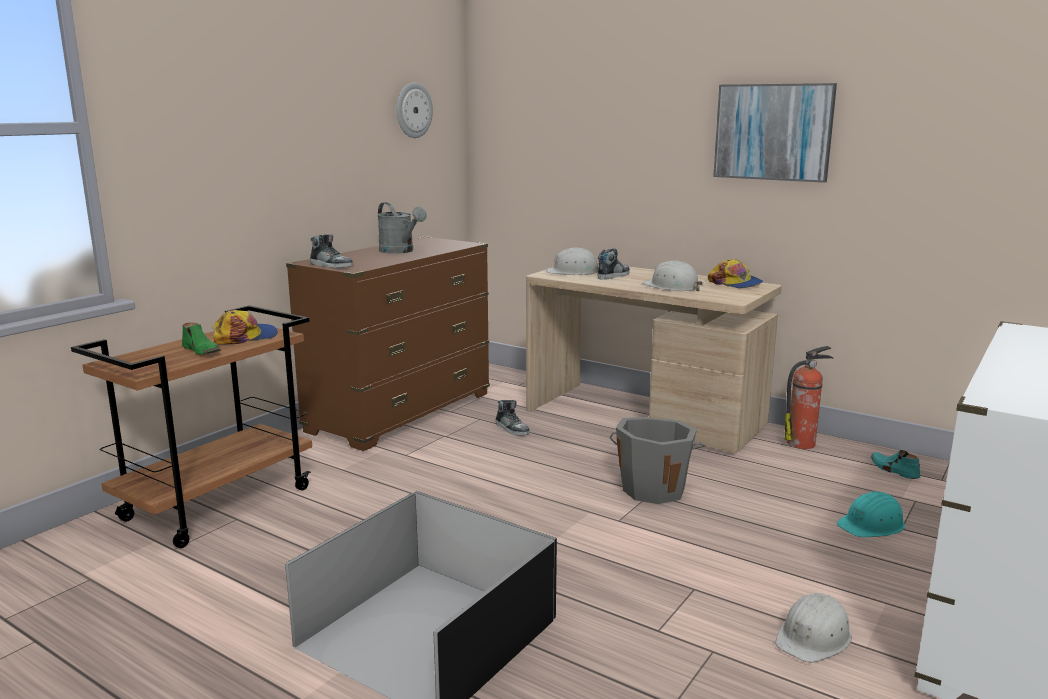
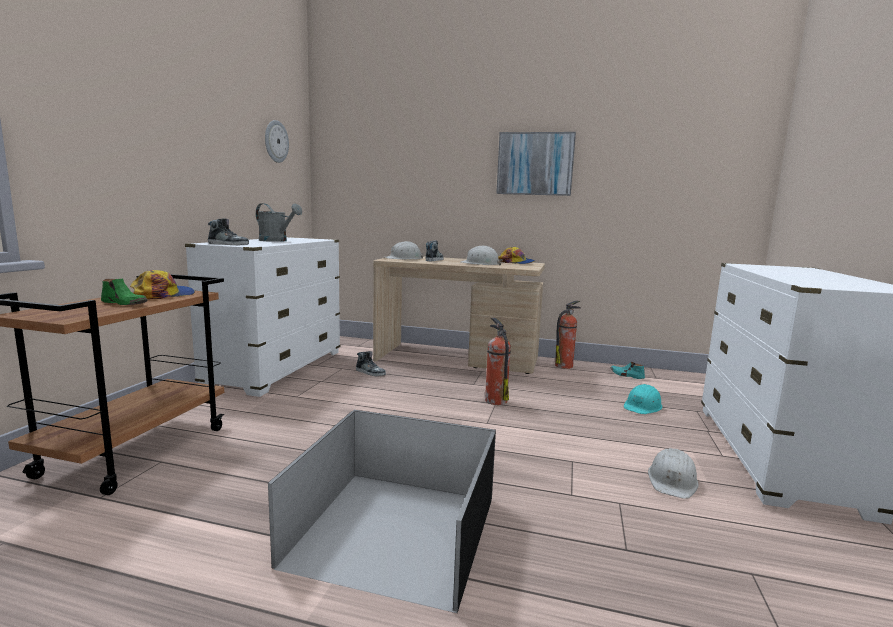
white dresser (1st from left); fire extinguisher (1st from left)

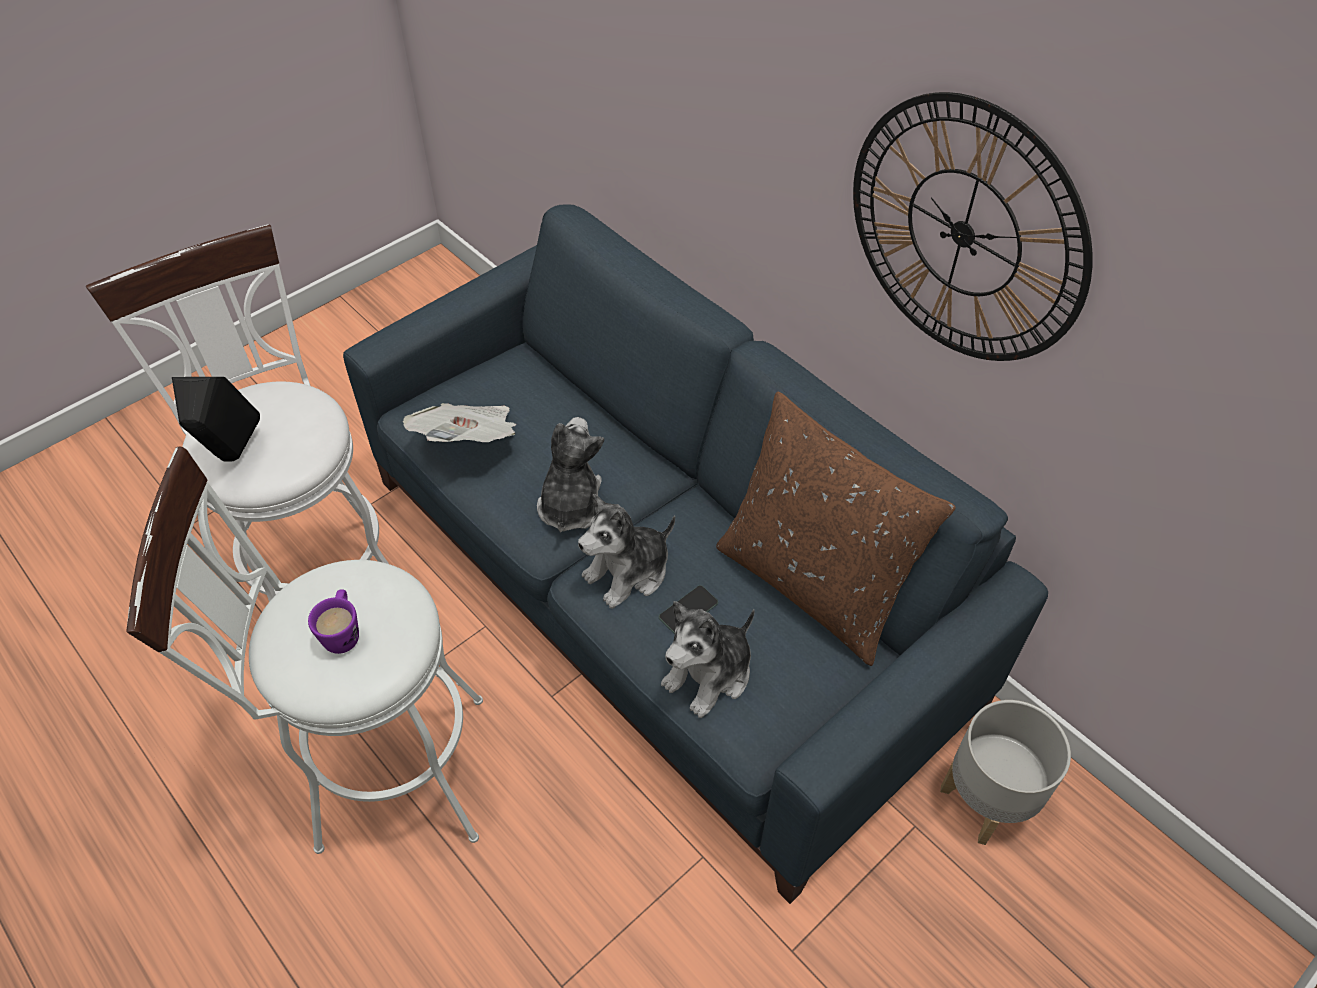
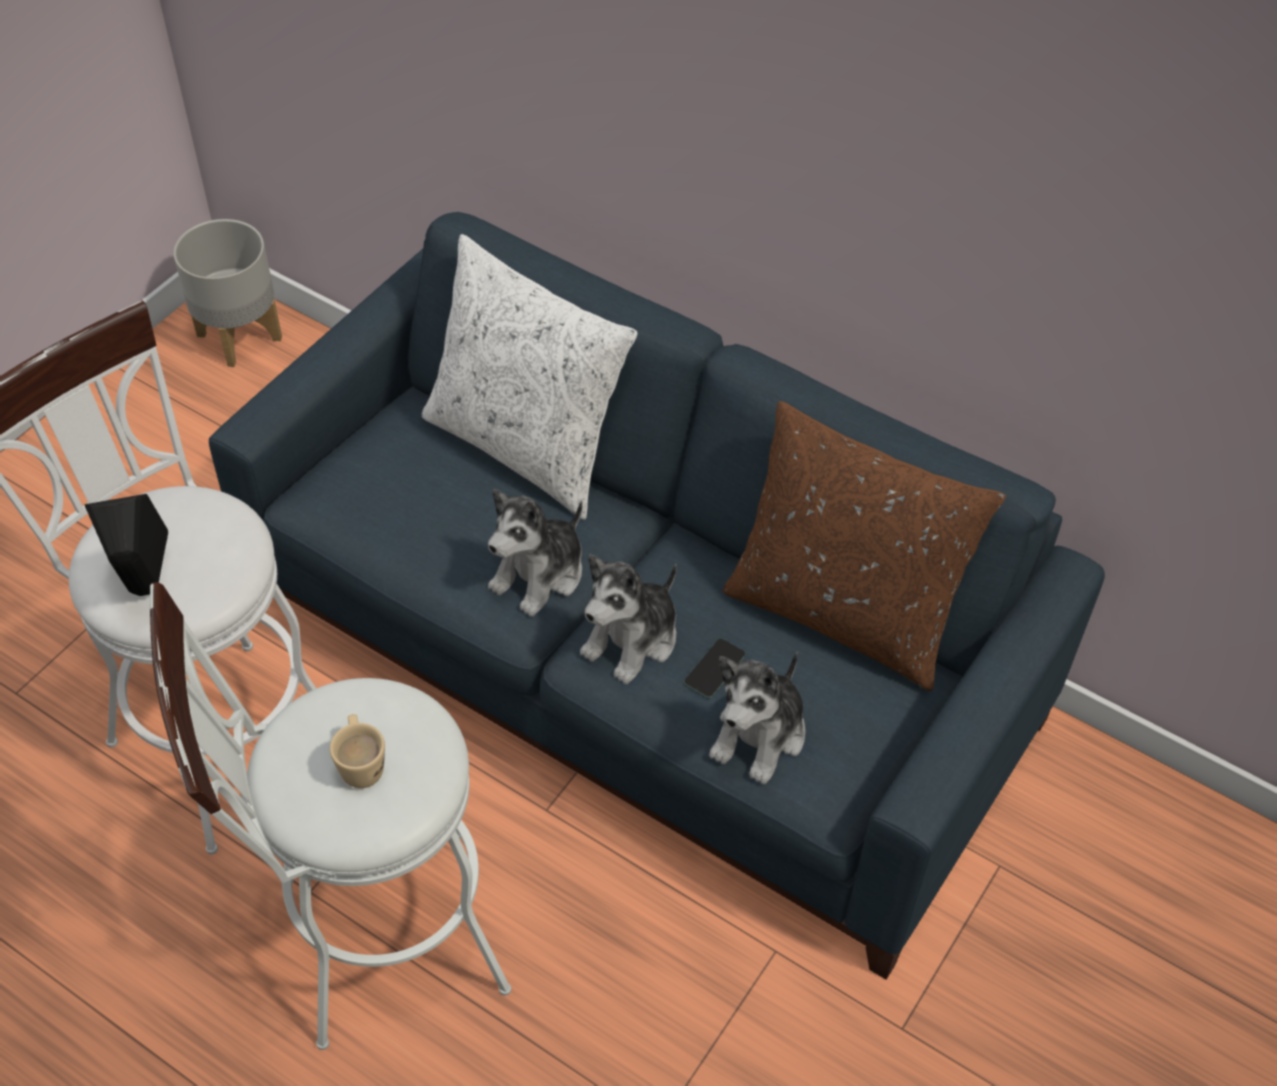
grey planter; beige mug; white pillow; plush toy (1st from left); newspaper; wall clock

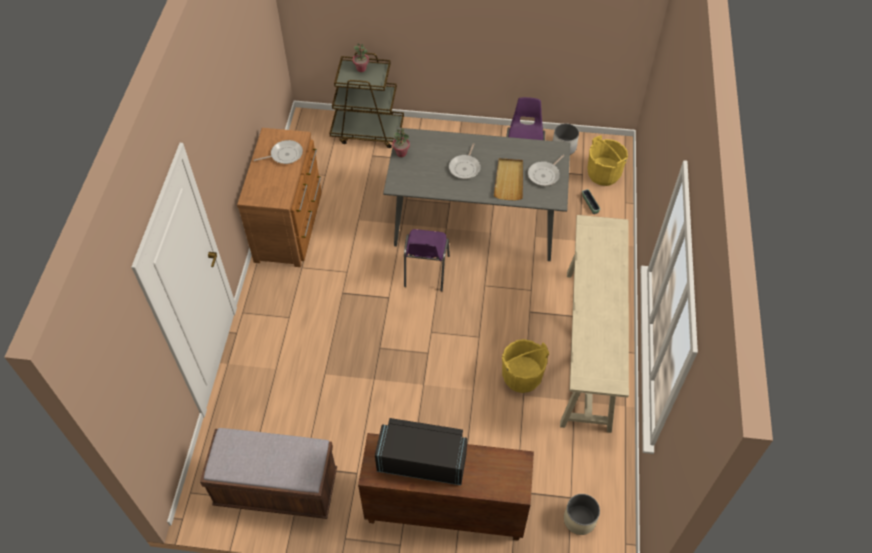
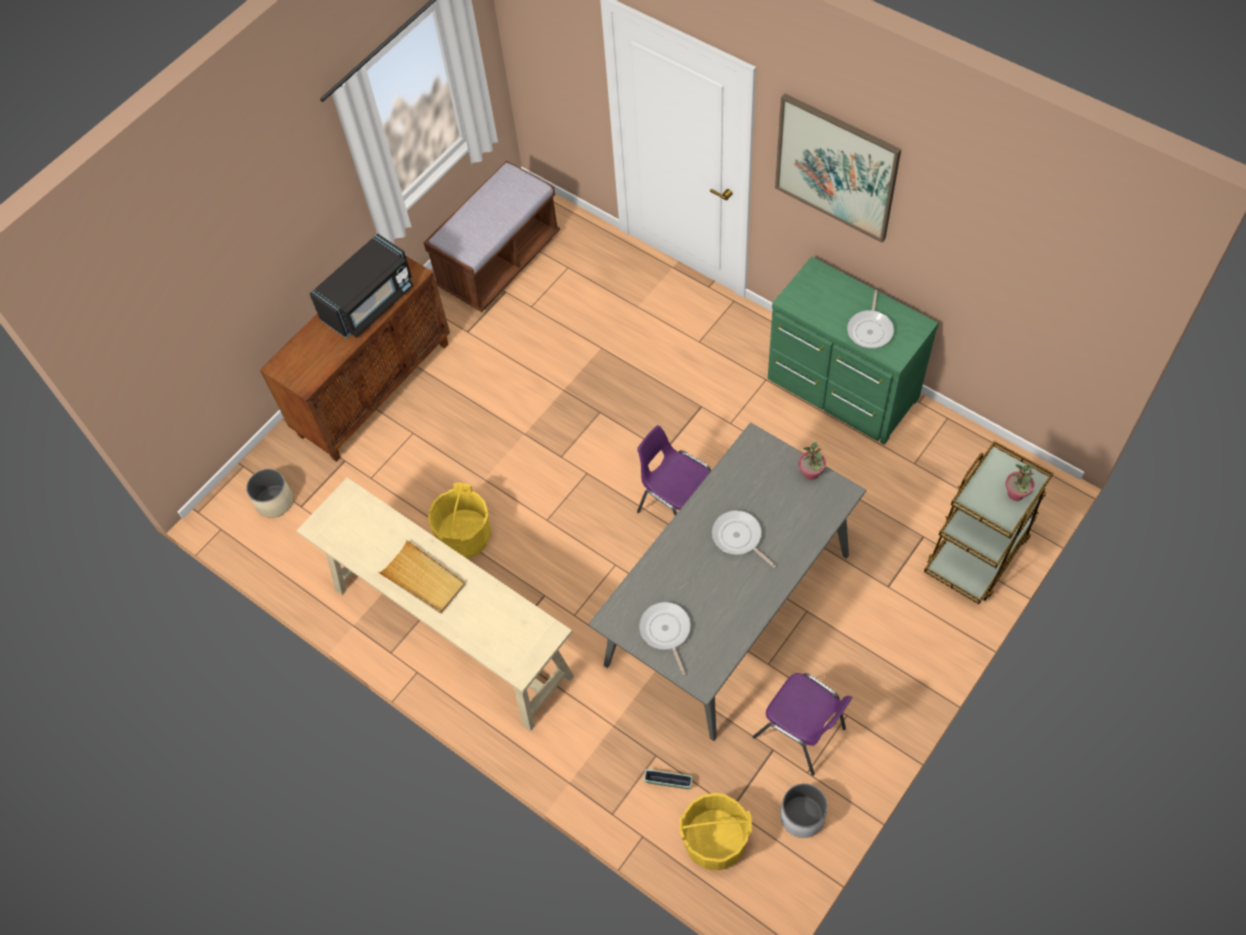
beige tray; green dresser; picture

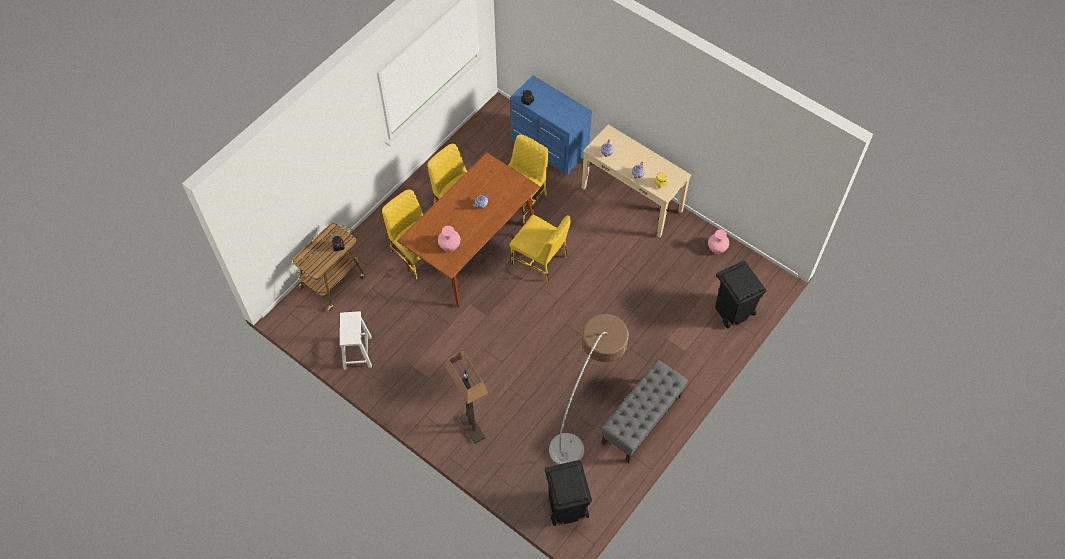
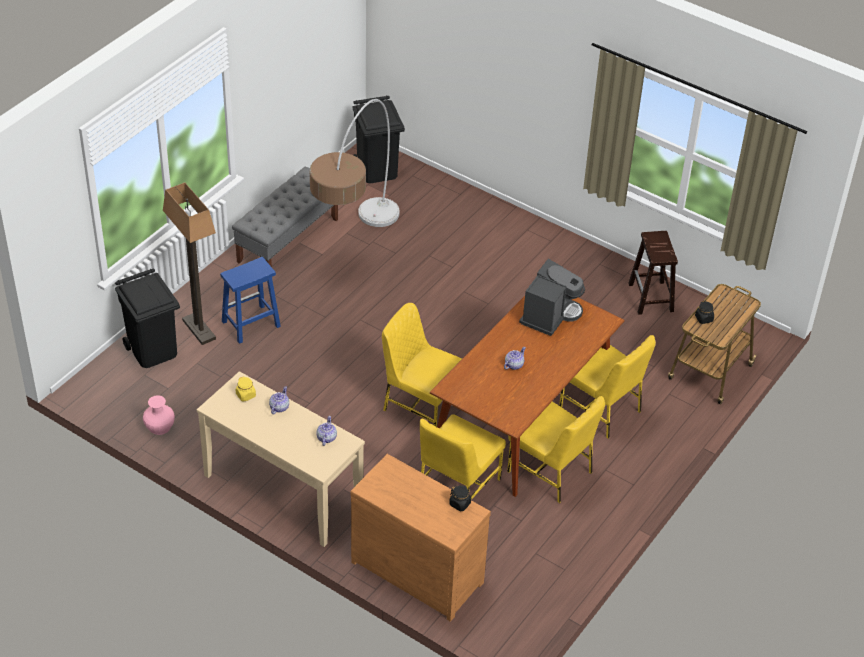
floor lamp (1st from left); blue stool; brown dresser; coffee machine; brown stool

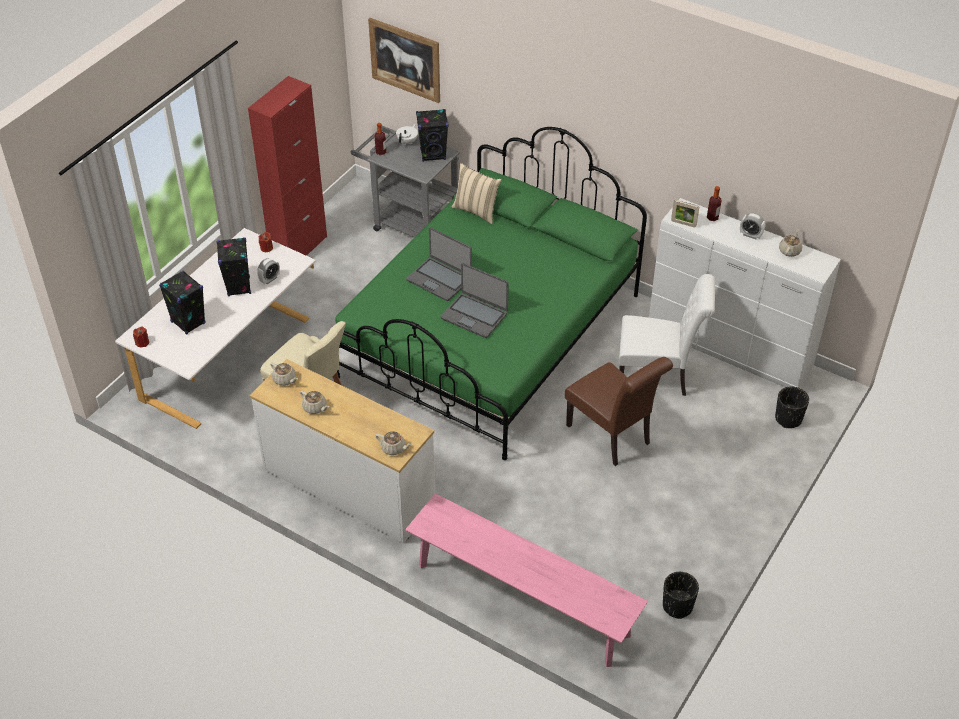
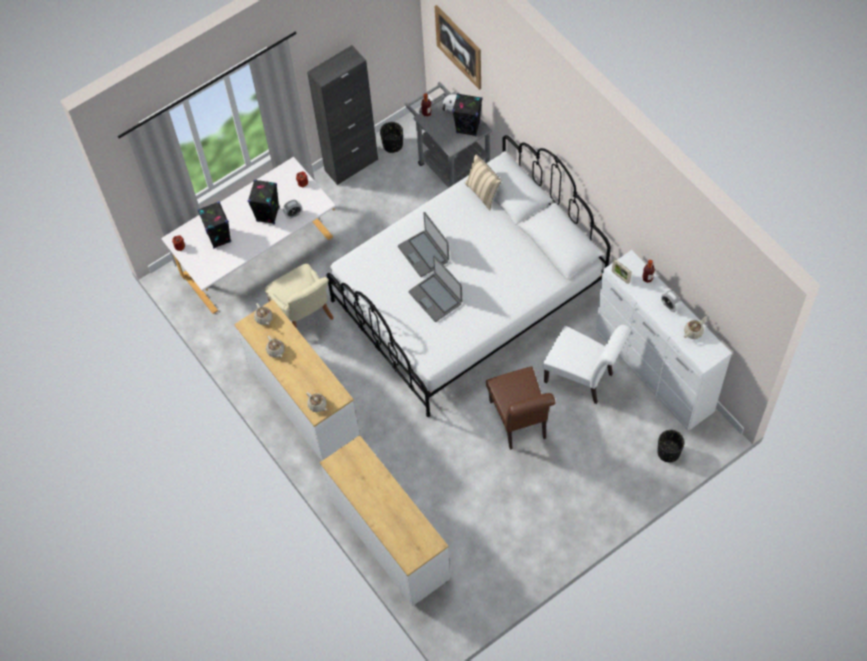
black cabinet; white dresser (2nd from left); white bed; black planter (1st from left)

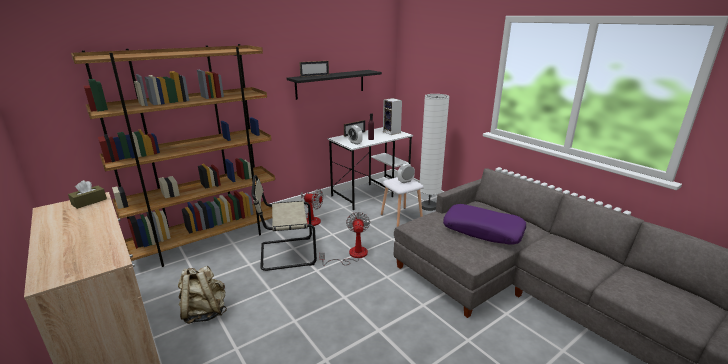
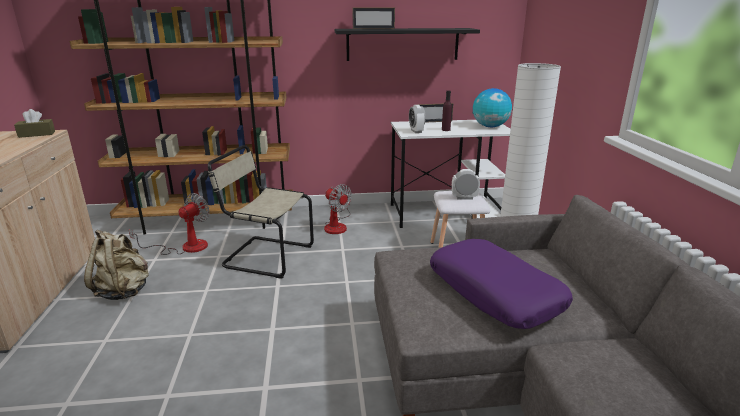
fan (1st from left); globe

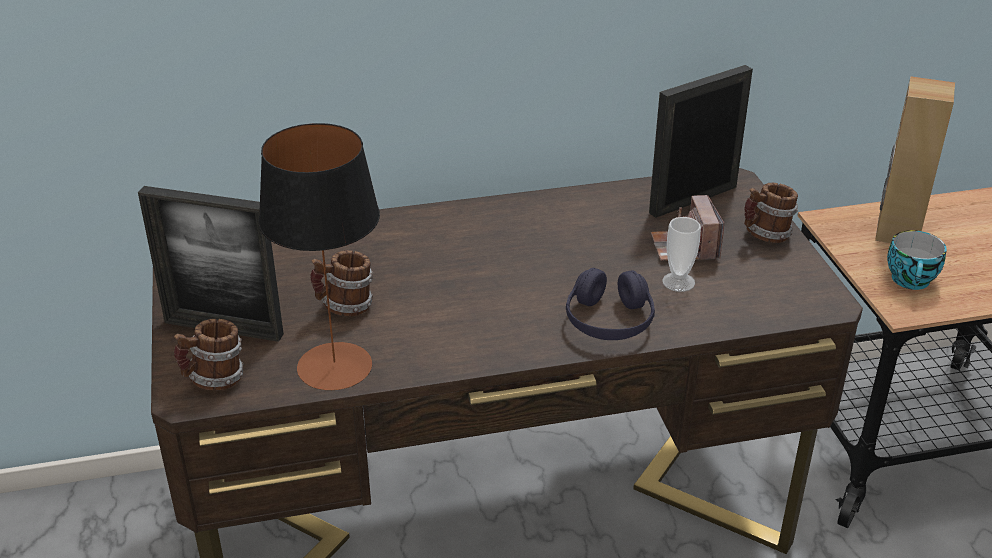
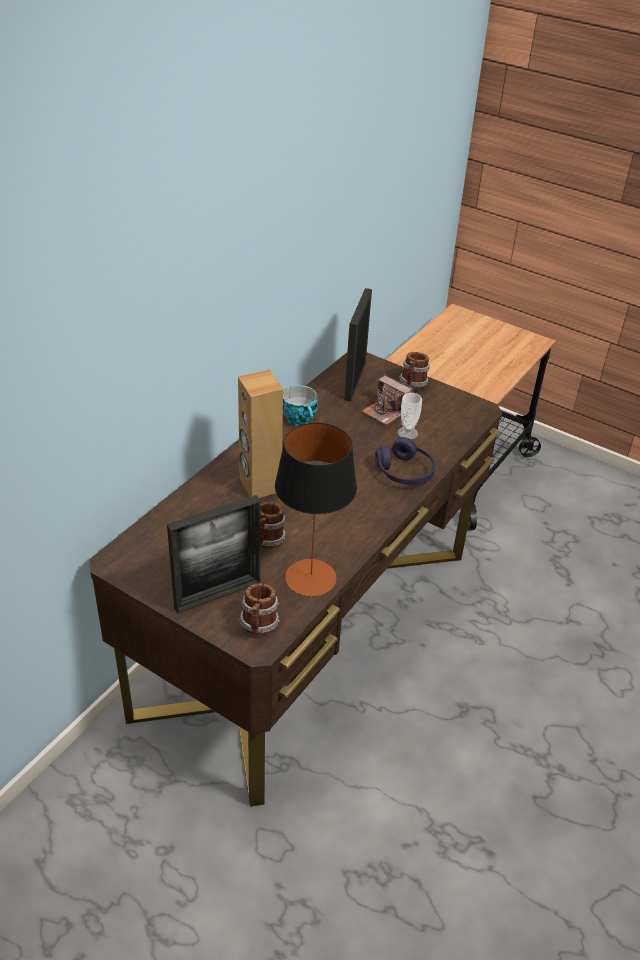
brown speaker; cup (1st from left)

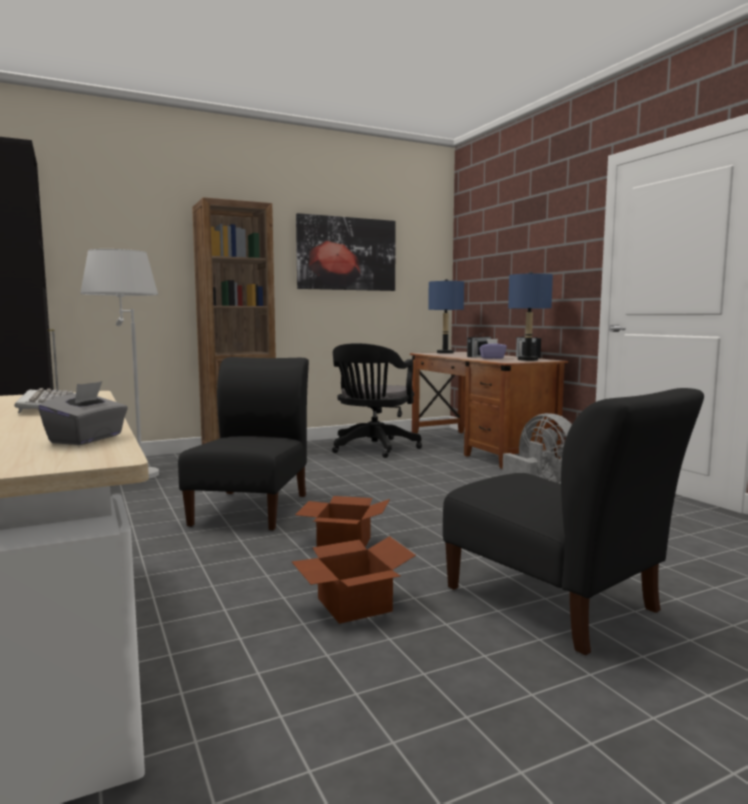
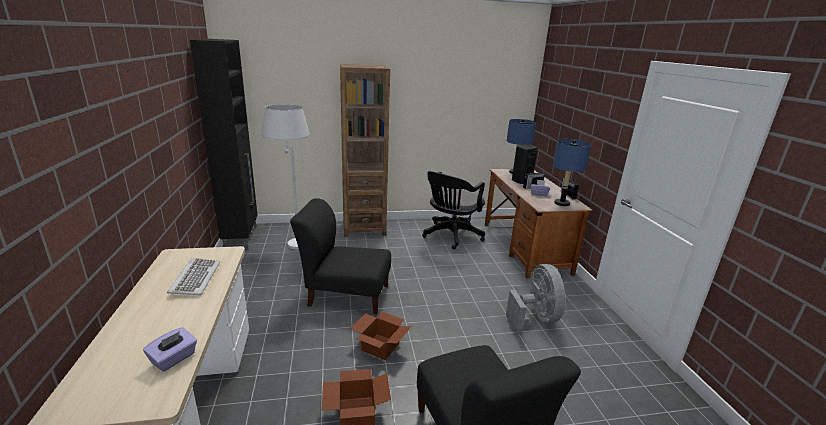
purple tissue box (1st from left); black chair (1st from left); black speaker; picture

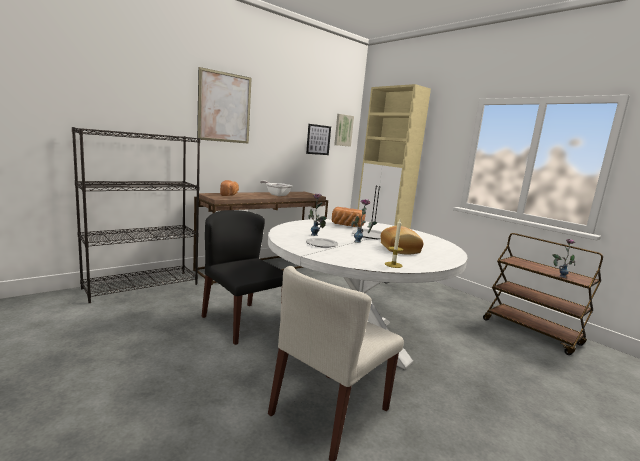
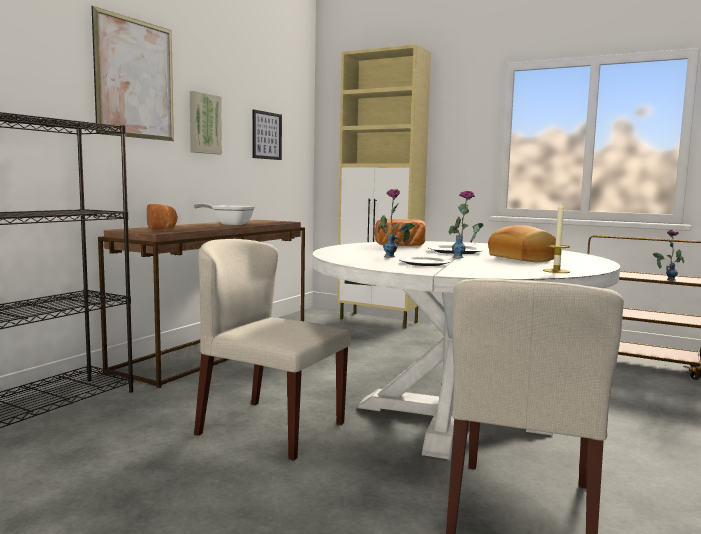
picture (2nd from left); beige chair (1st from left)

